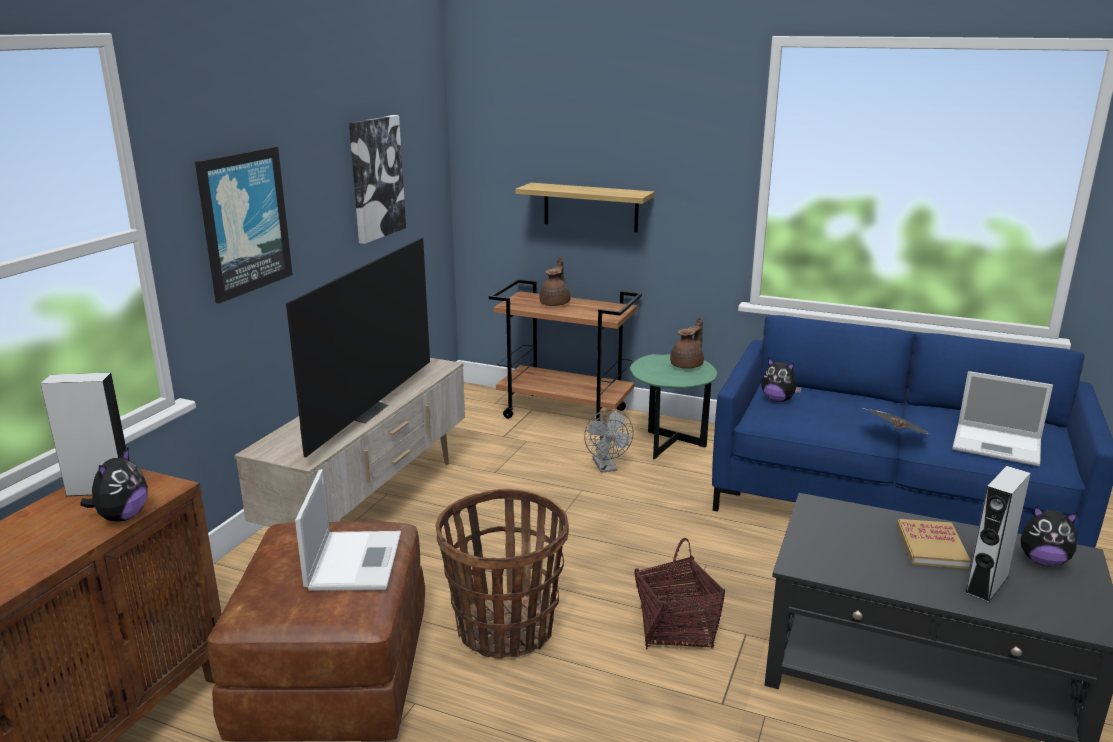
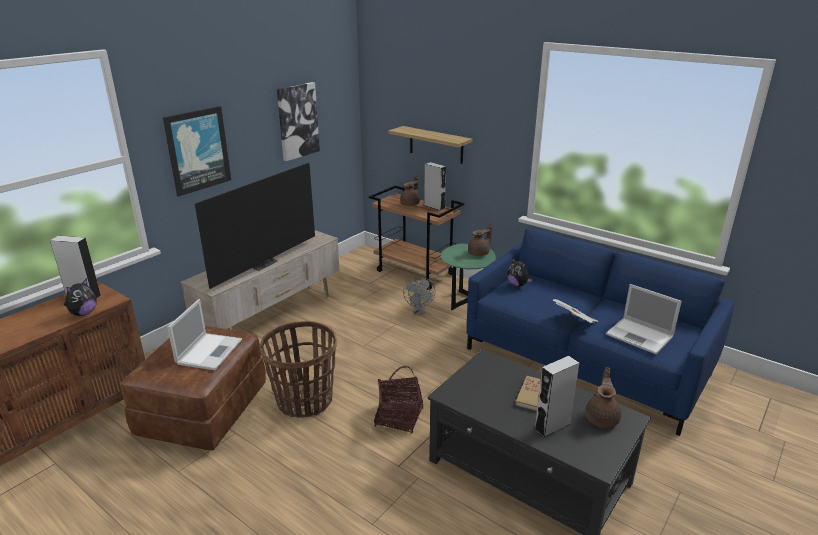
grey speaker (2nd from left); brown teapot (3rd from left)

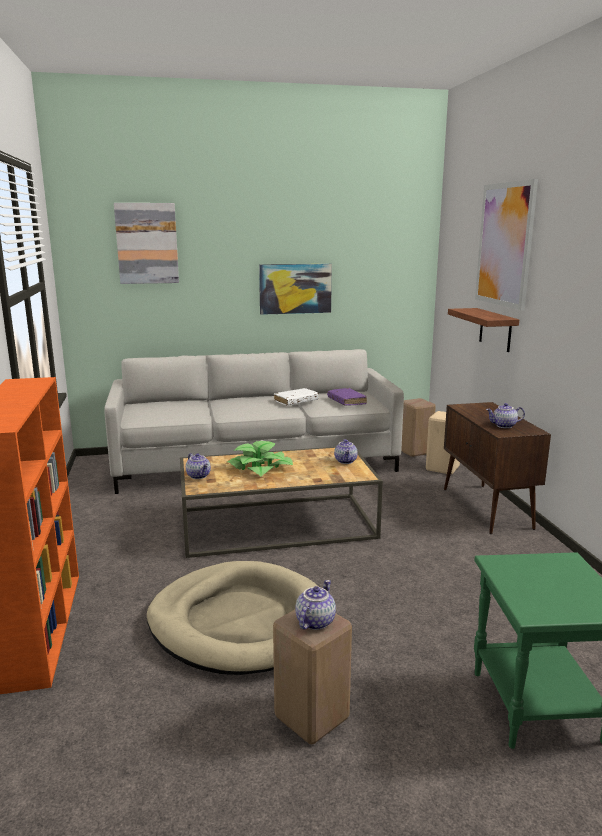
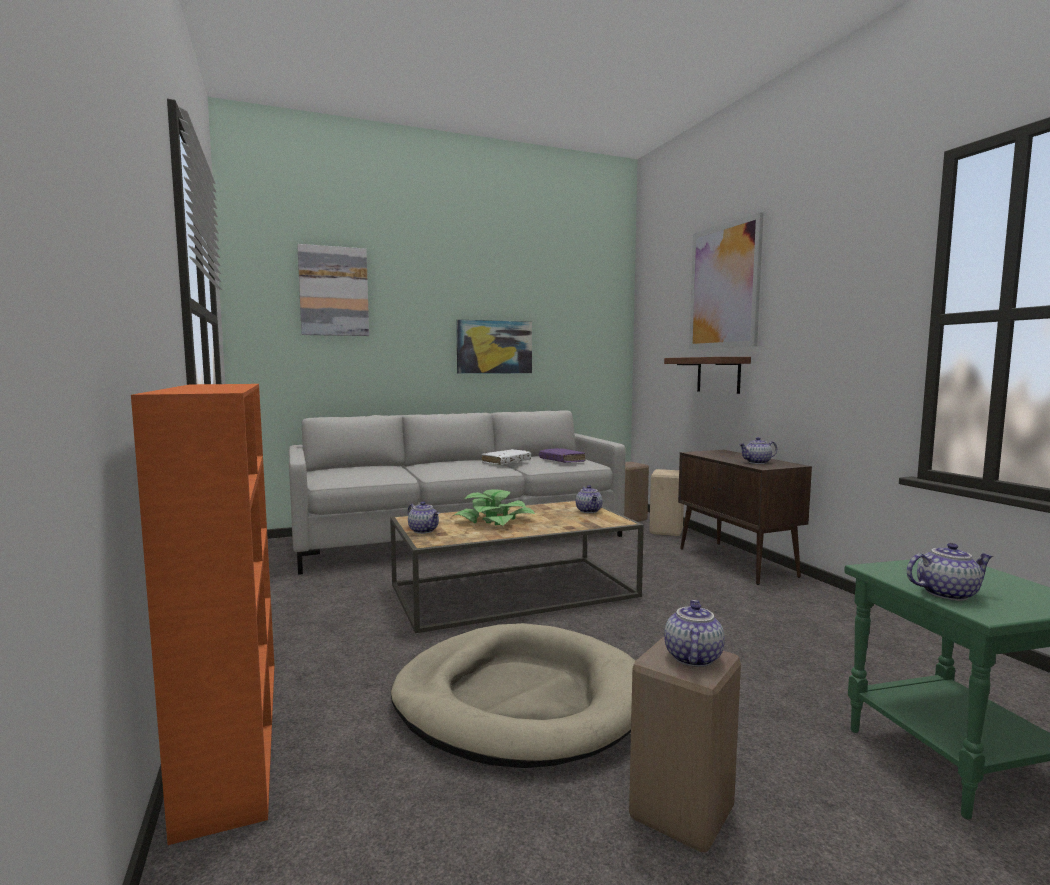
teapot (5th from left)

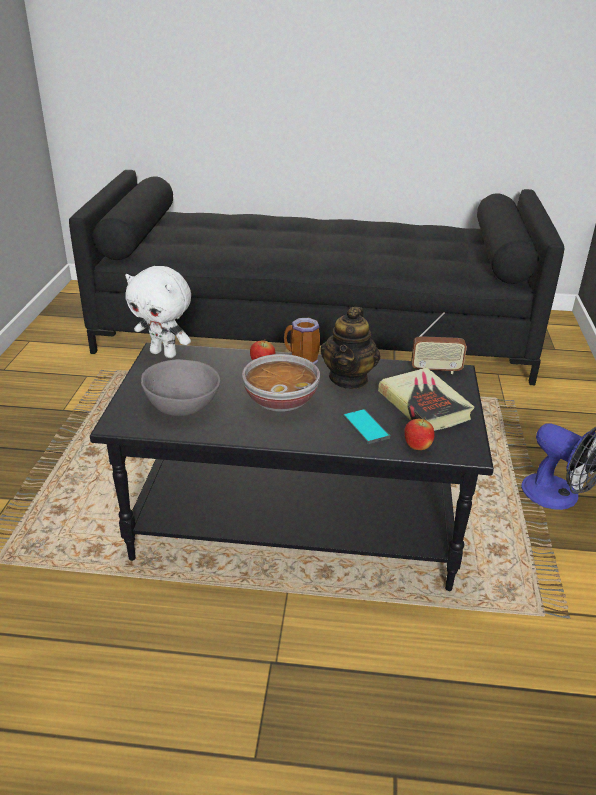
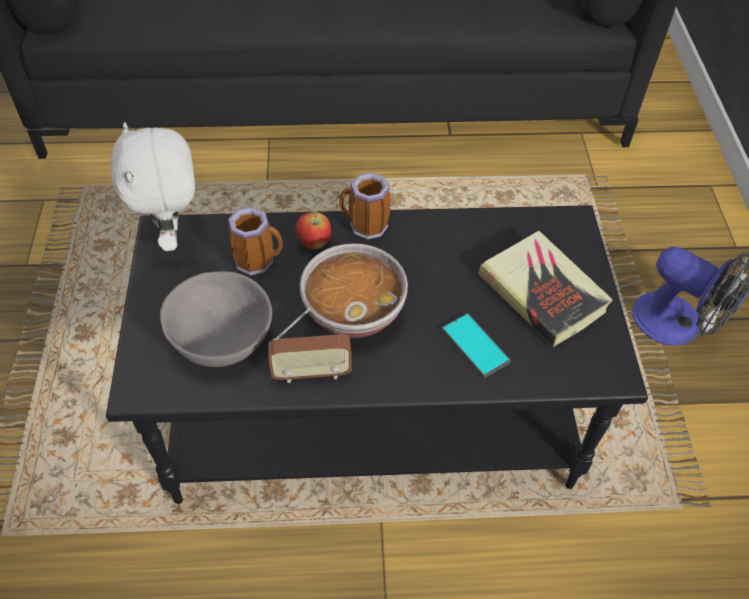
white plush toy; mug (1st from left); radio; teapot; apple (2nd from left in the first image)

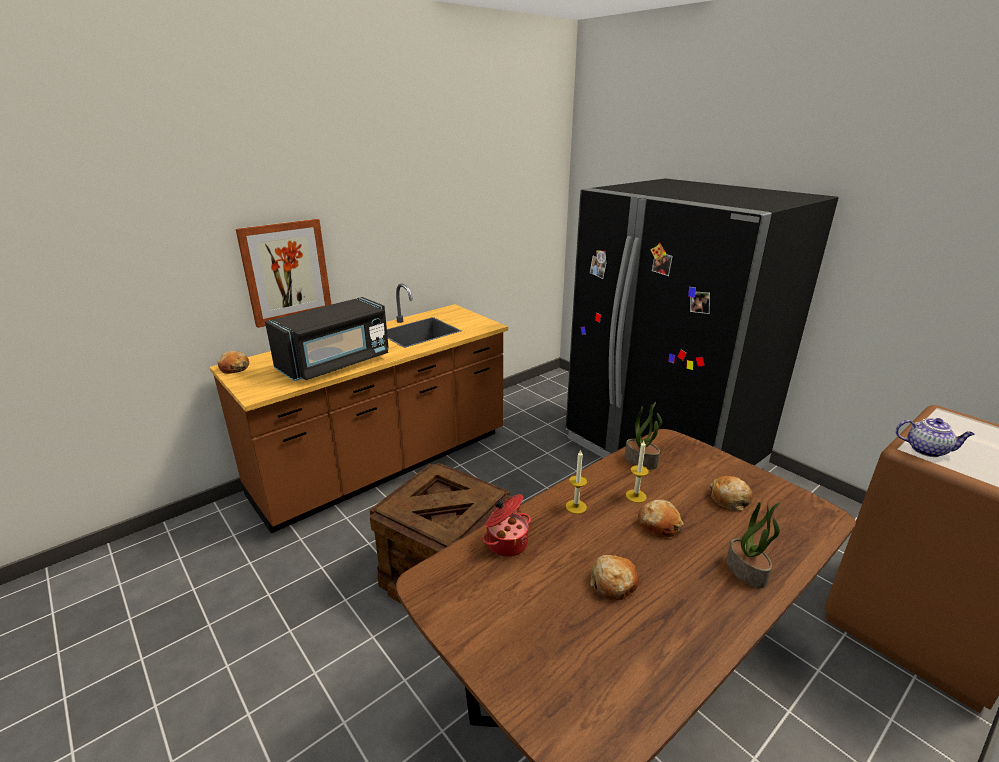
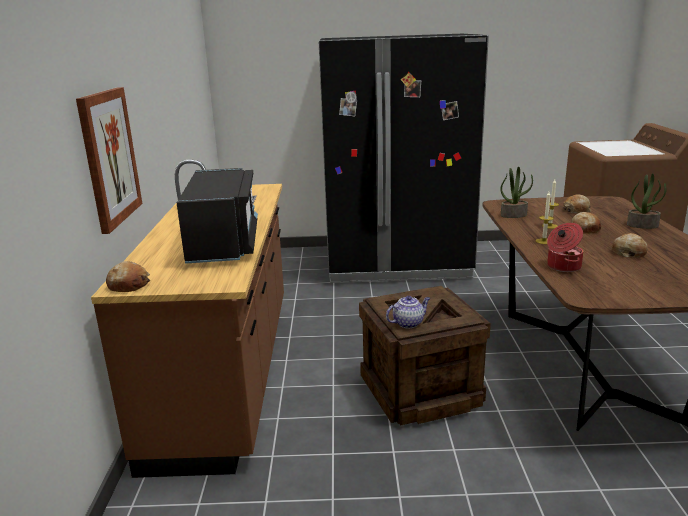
teapot

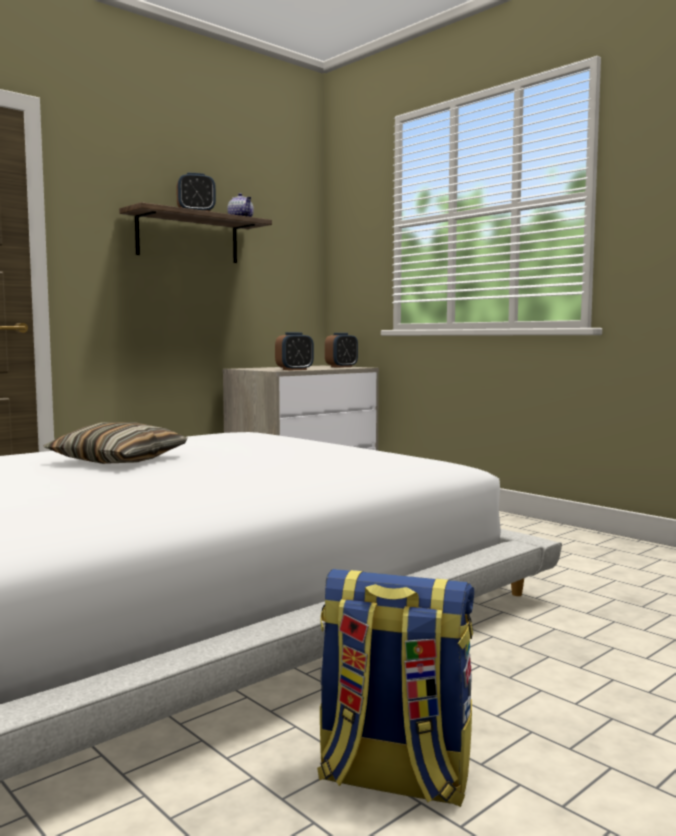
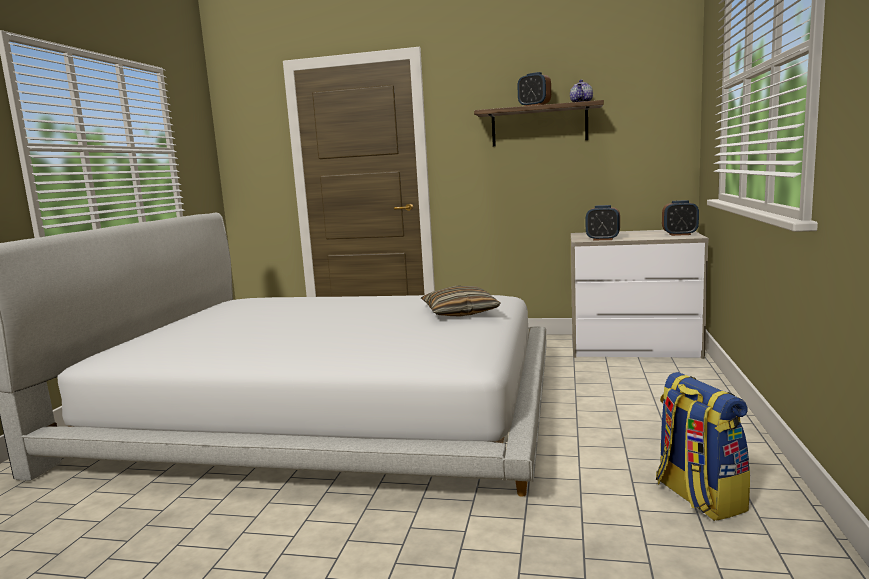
pillow; backpack

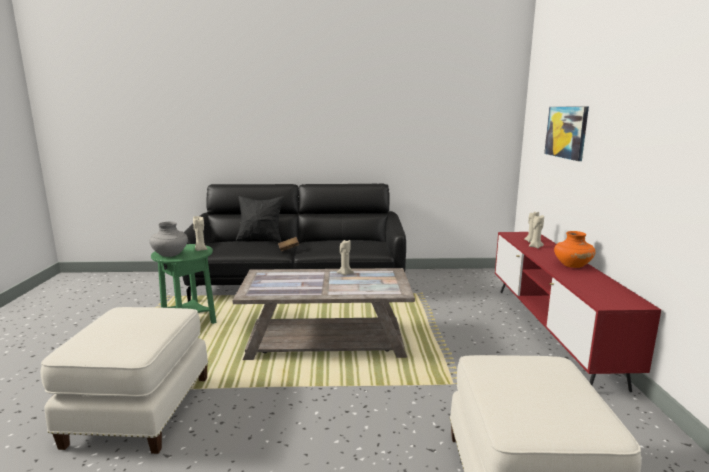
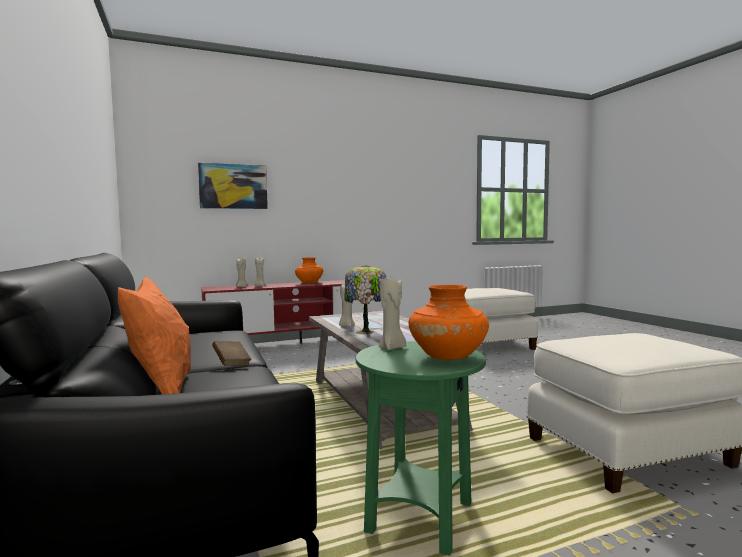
orange pillow; table lamp; orange vase (2nd from left)

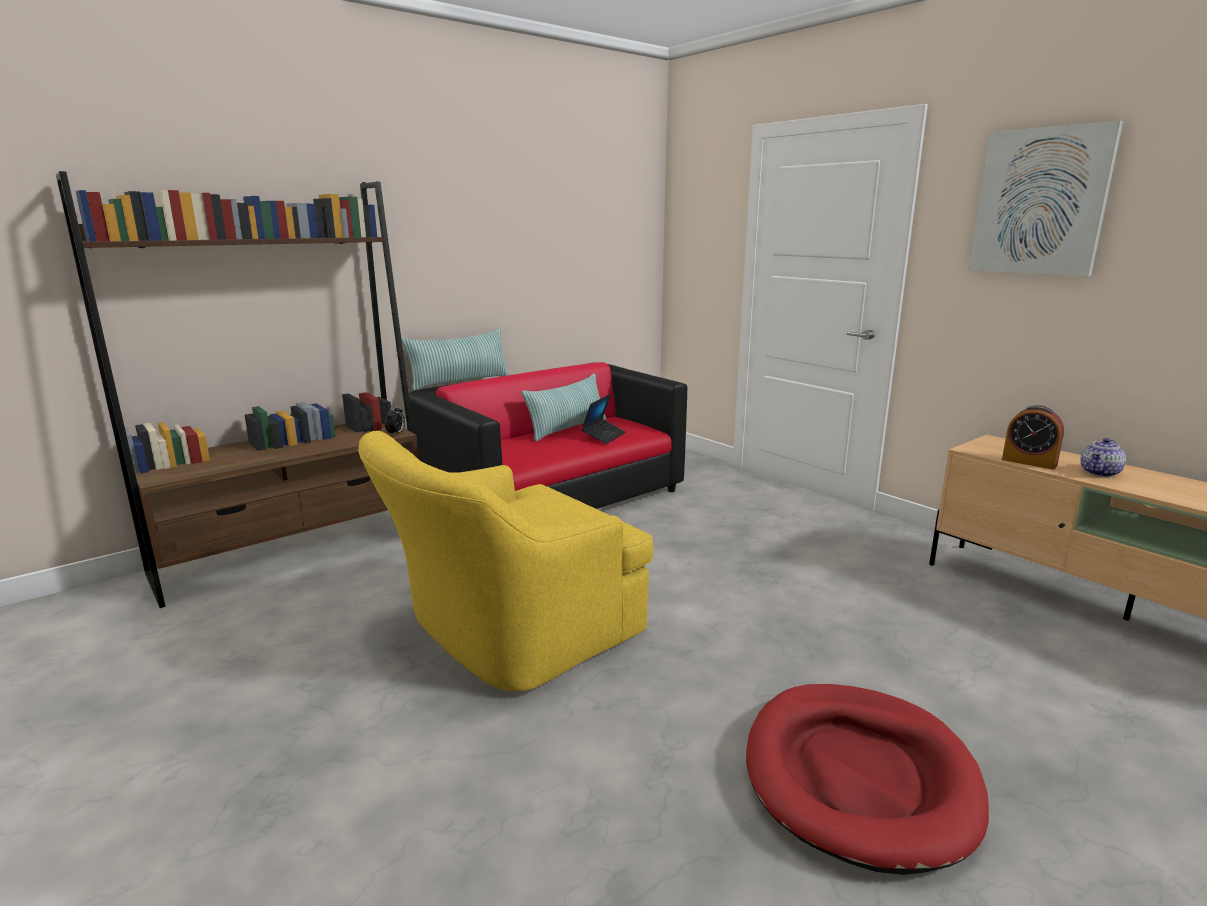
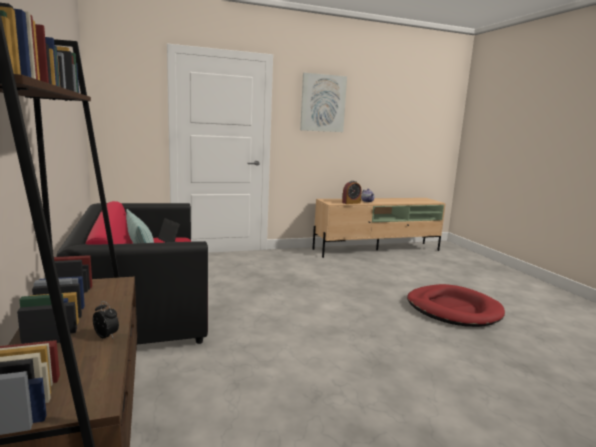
alarm clock (1st from left); yellow armchair; pillow (1st from left in the first image)

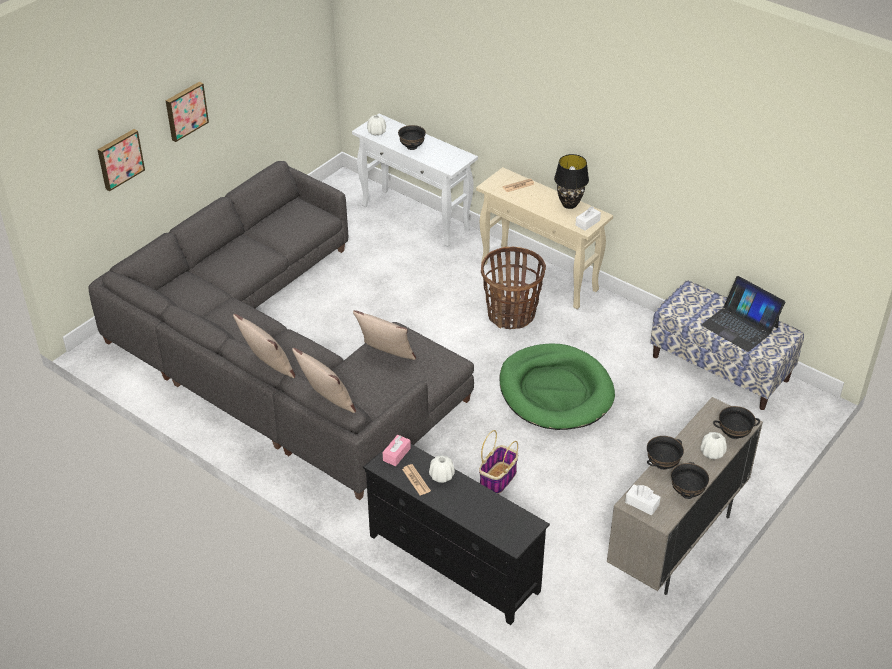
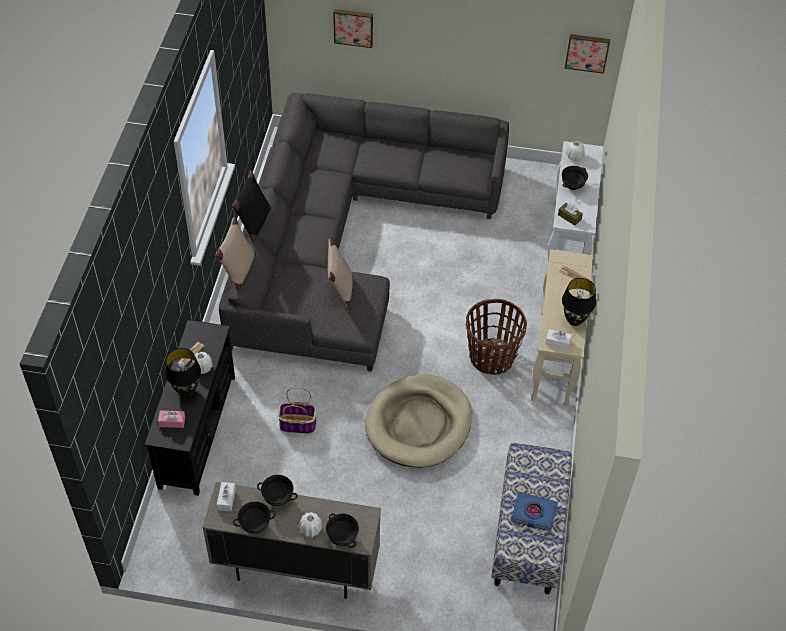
pink tissue box; black table lamp (1st from left); black pillow; beige dog bed; blue book; brown tissue box; picture (2nd from left)

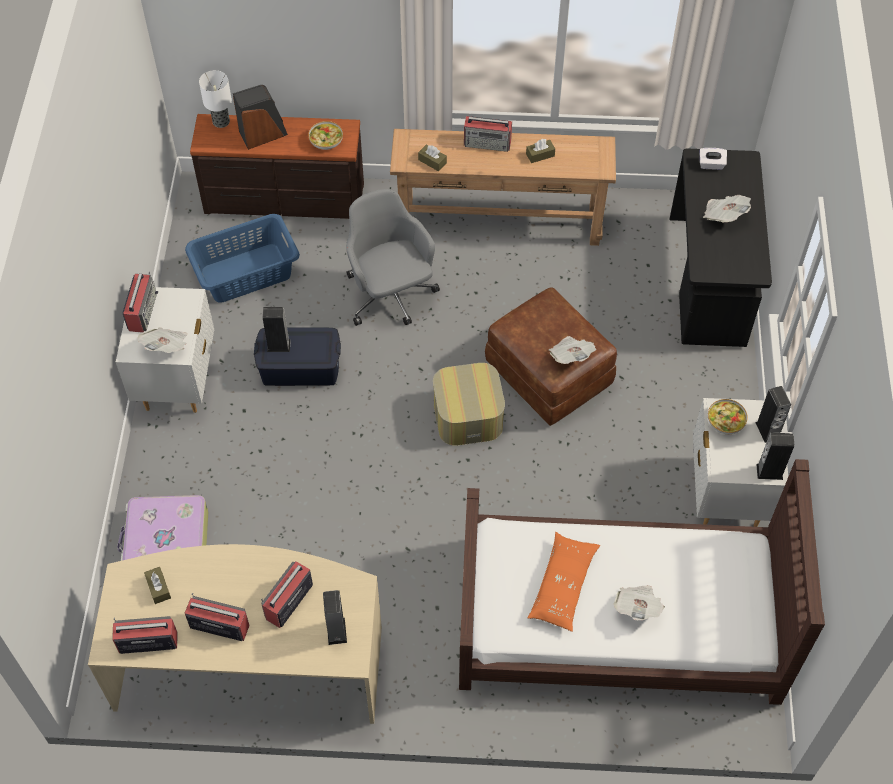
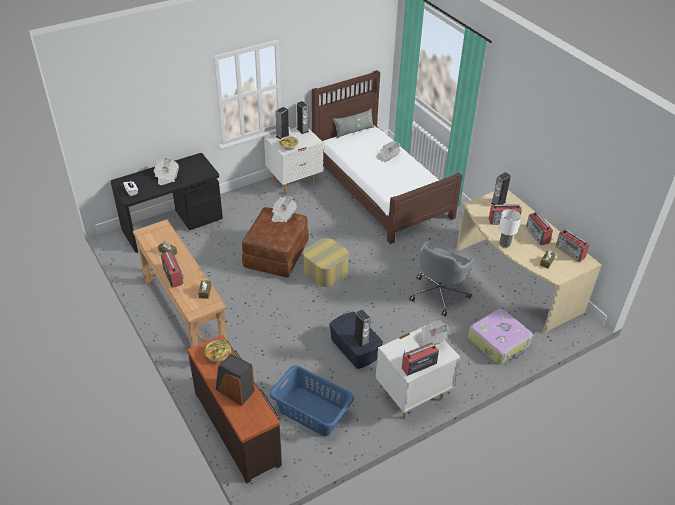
grey pillow; grey office chair; table lamp; orange pillow

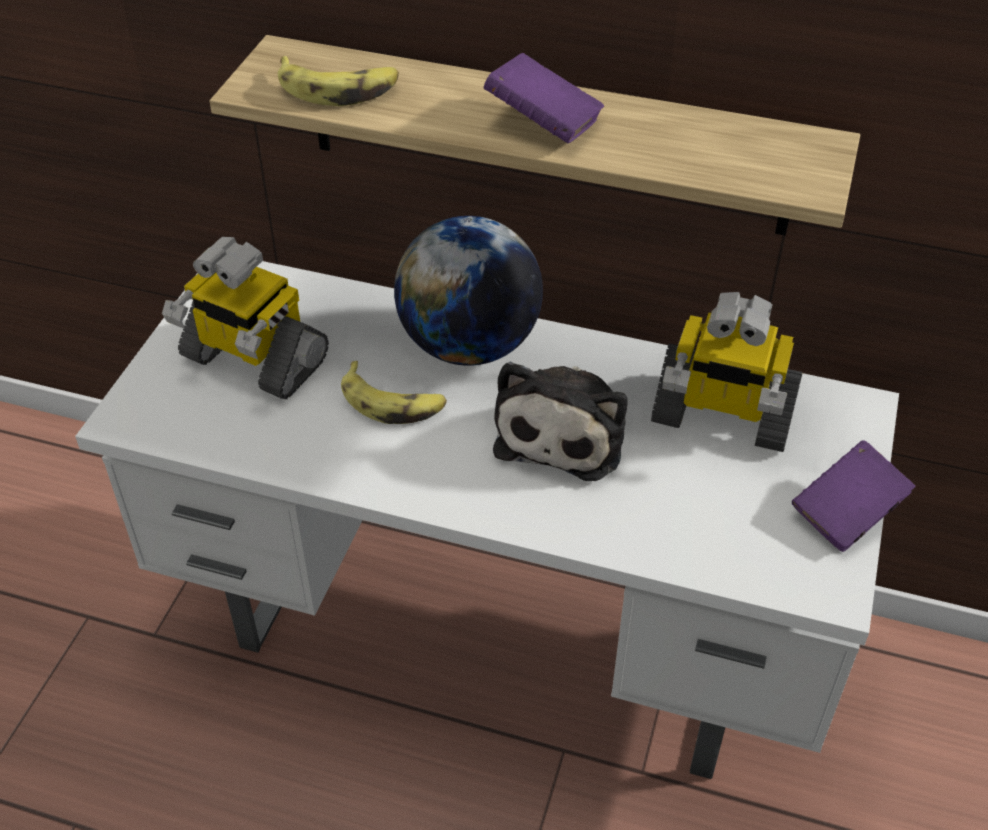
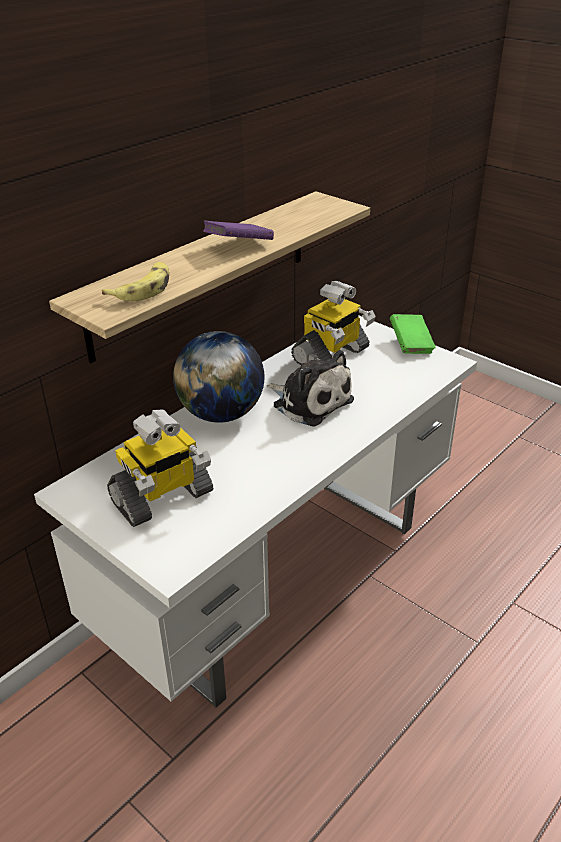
green book; banana (2nd from left in the first image)

